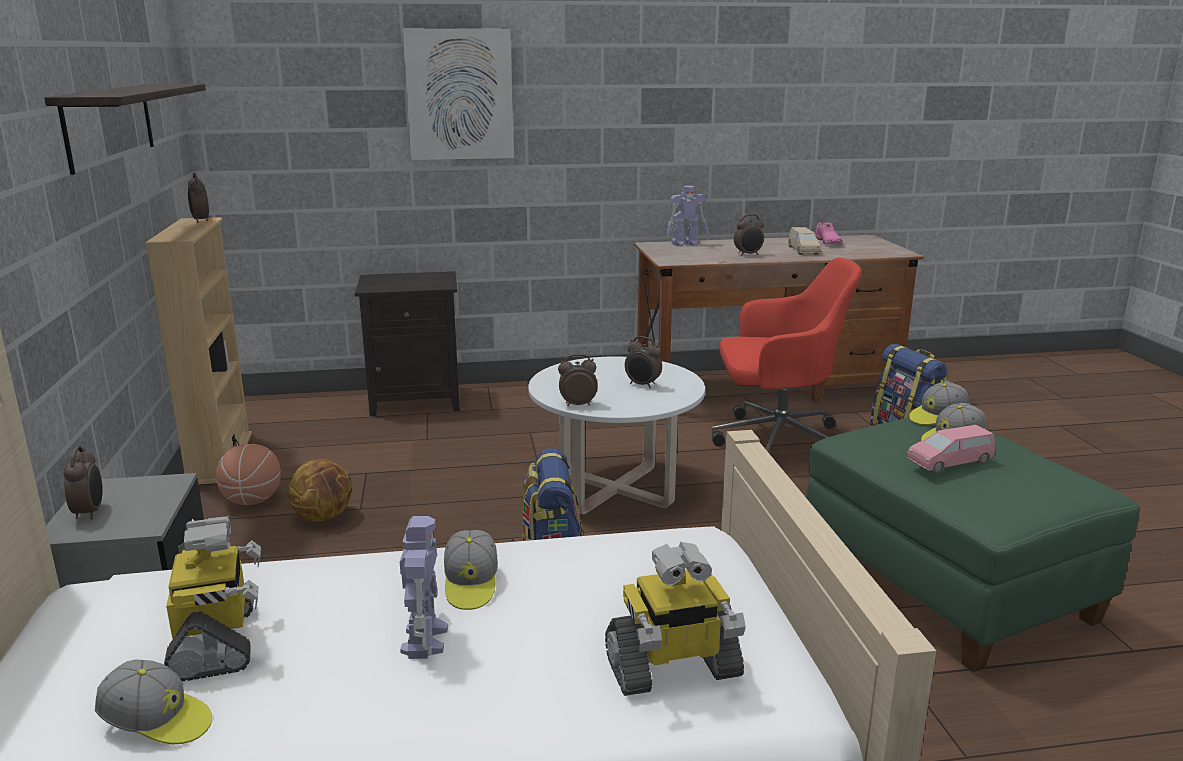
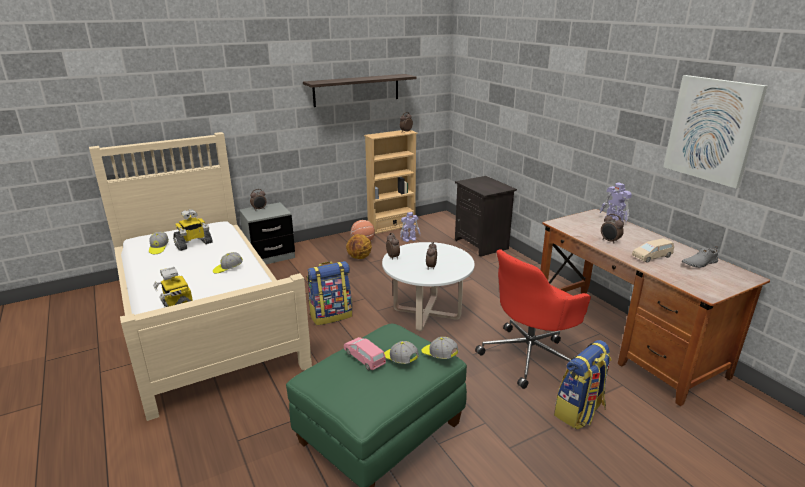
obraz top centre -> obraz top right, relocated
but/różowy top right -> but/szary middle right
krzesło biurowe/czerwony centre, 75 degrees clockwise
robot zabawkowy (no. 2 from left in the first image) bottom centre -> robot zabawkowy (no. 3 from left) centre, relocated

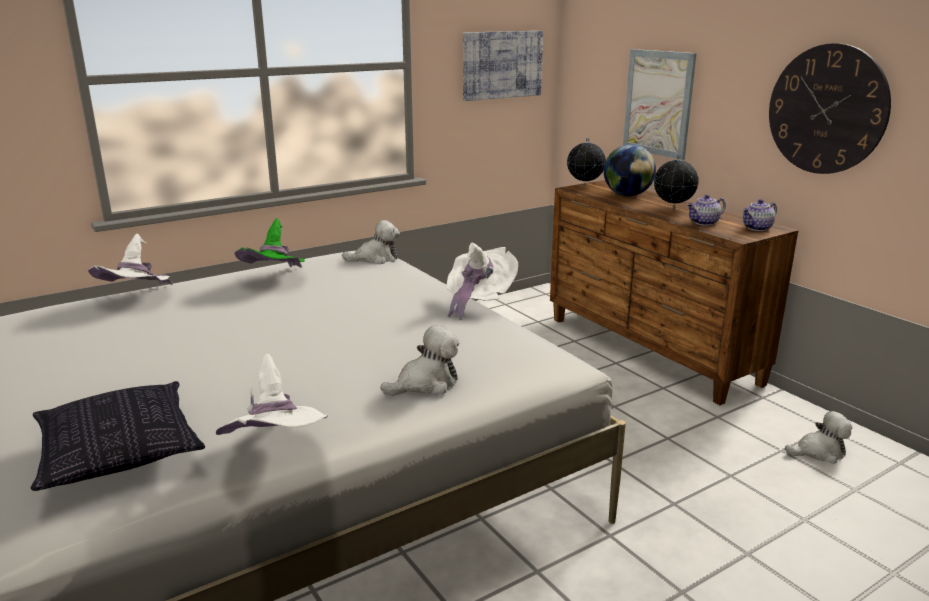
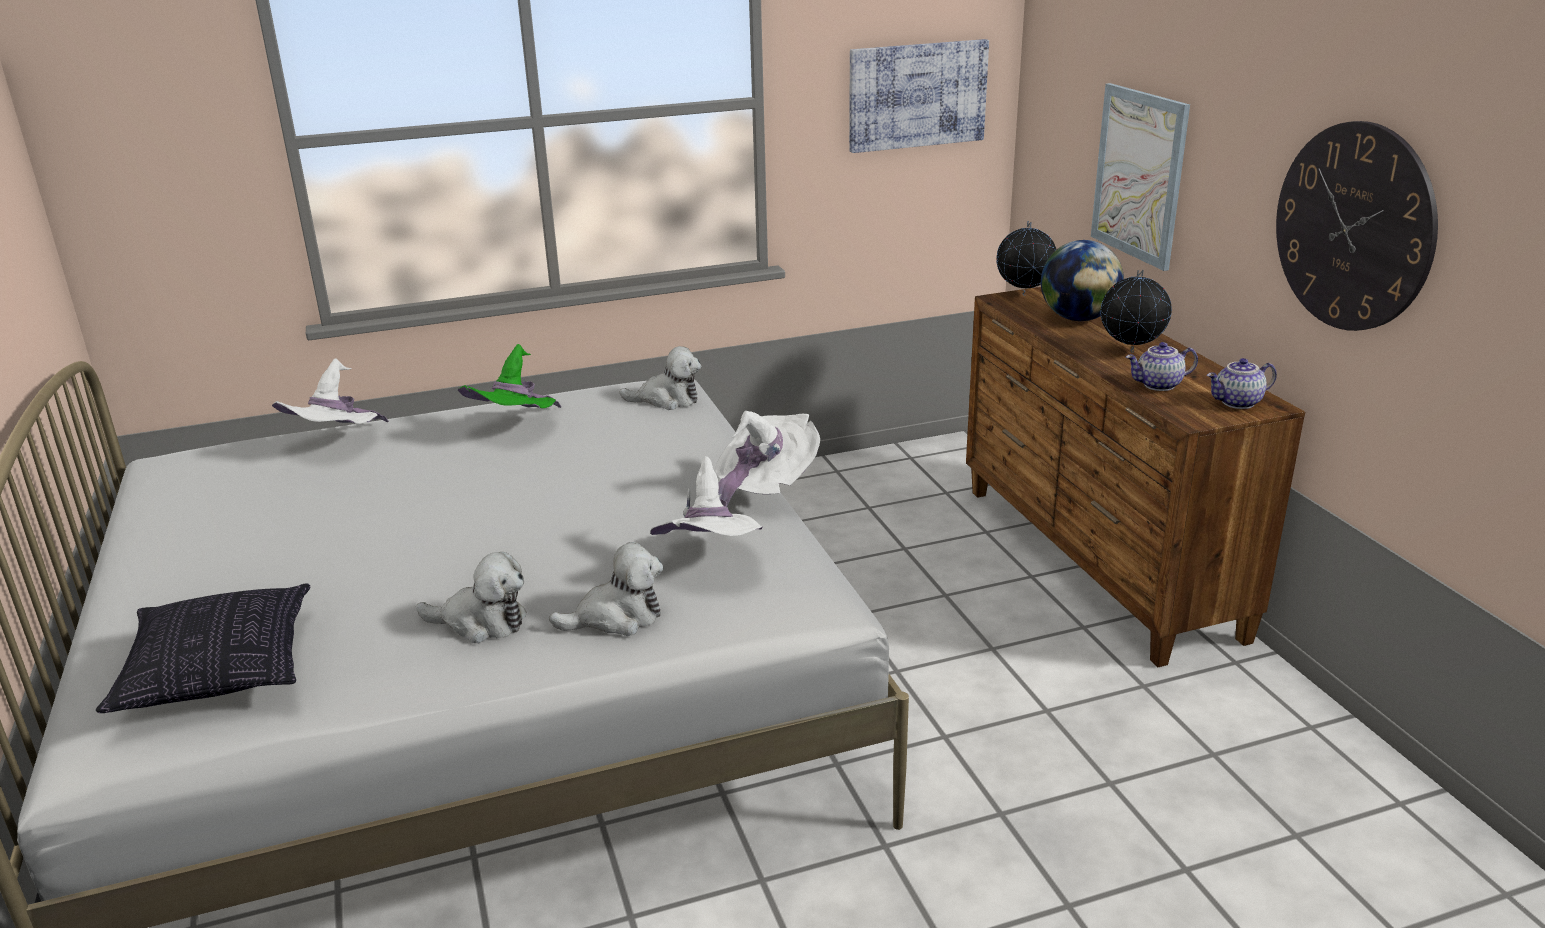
kapelusz/biały (no. 2 from left) middle left -> kapelusz/biały (no. 2 from left) centre, relocated
pluszak (no. 3 from left in the first image) bottom right -> pluszak (no. 1 from left) middle left, relocated

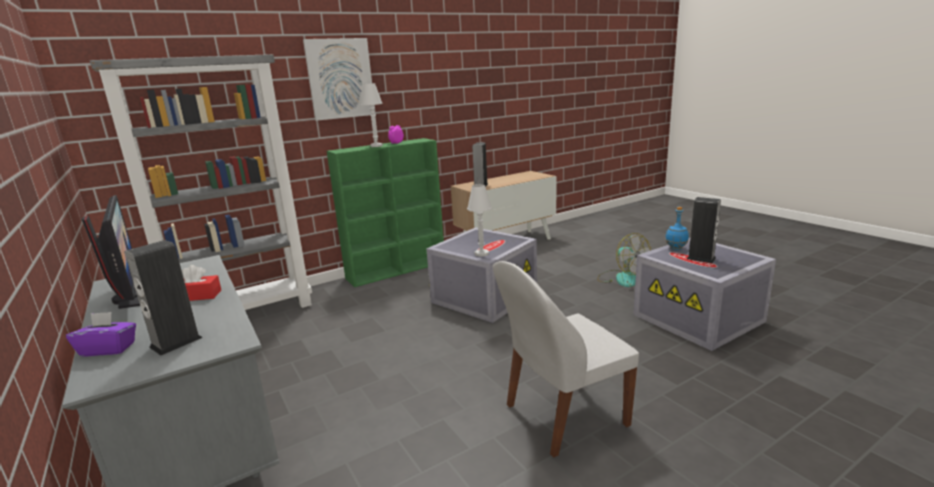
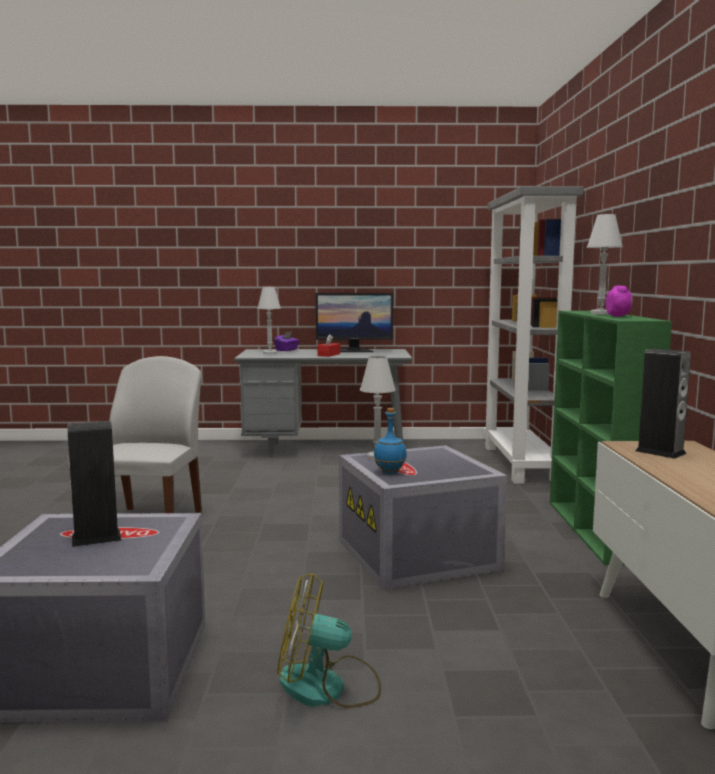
obraz top centre -> none
butelka/niebieski middle right -> butelka/niebieski centre, relocated
głośnik (no. 1 from left) middle left -> lampa stołowa/biały (no. 1 from left) centre

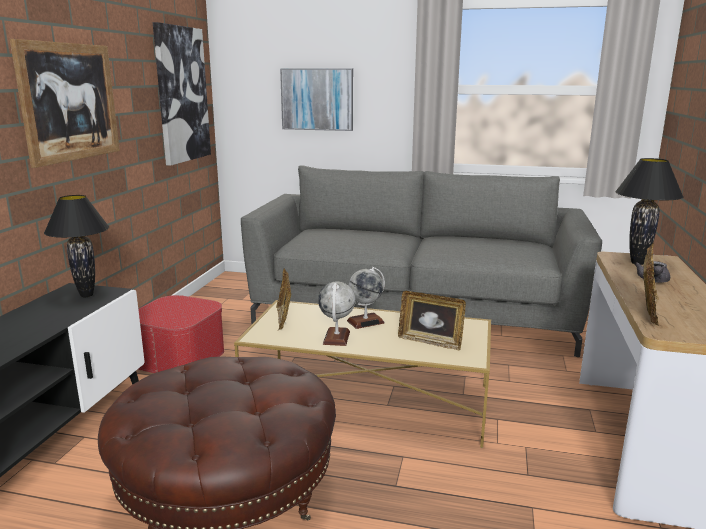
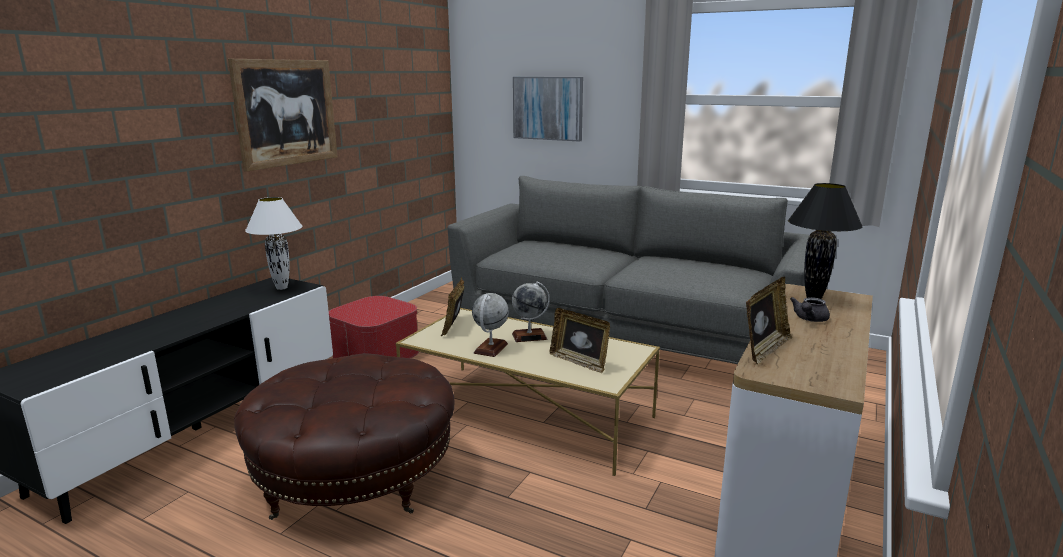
obraz (no. 2 from left) top left -> none
lampa stołowa/czarny (no. 1 from left) middle left -> lampa stołowa/biały middle left

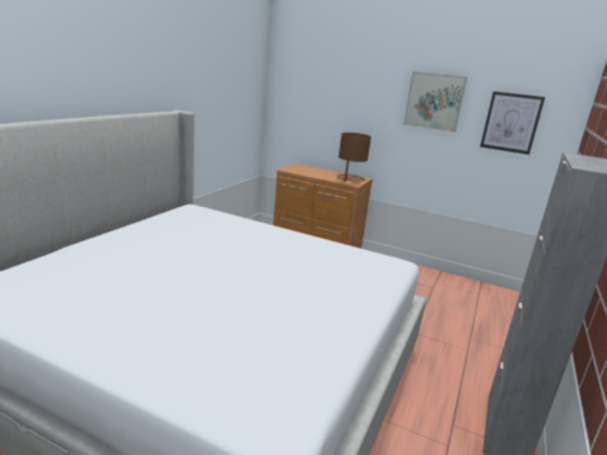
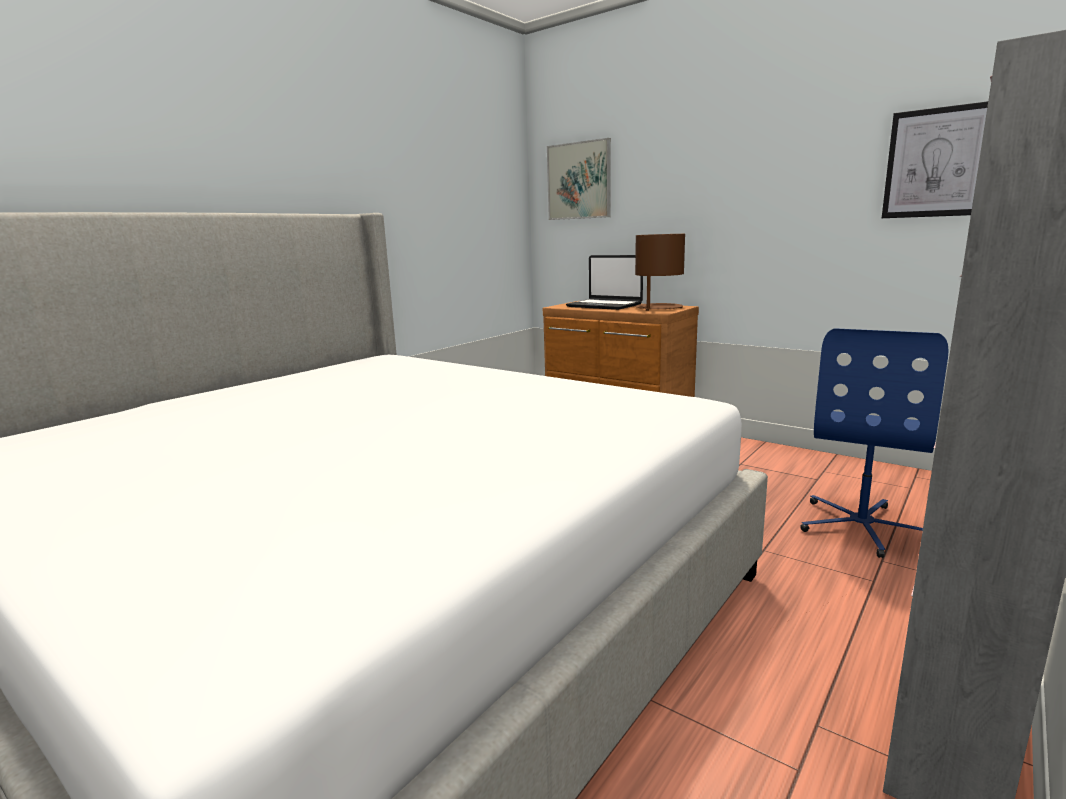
obraz (no. 1 from left) top right -> obraz (no. 1 from left) top centre, relocated
none -> laptop centre
none -> krzesło biurowe/niebieski middle right

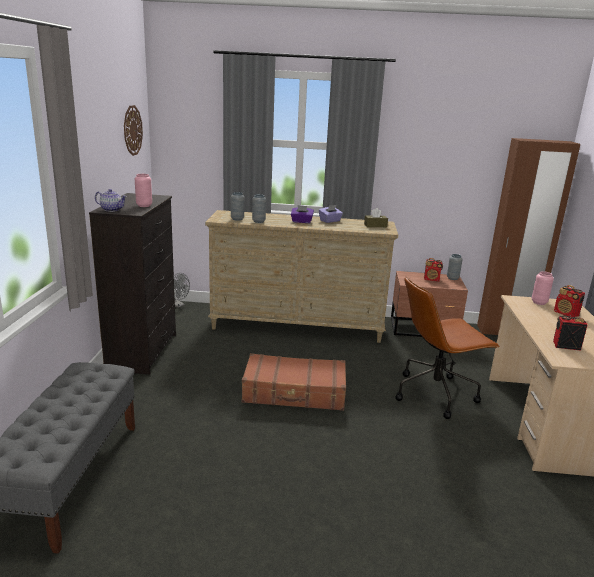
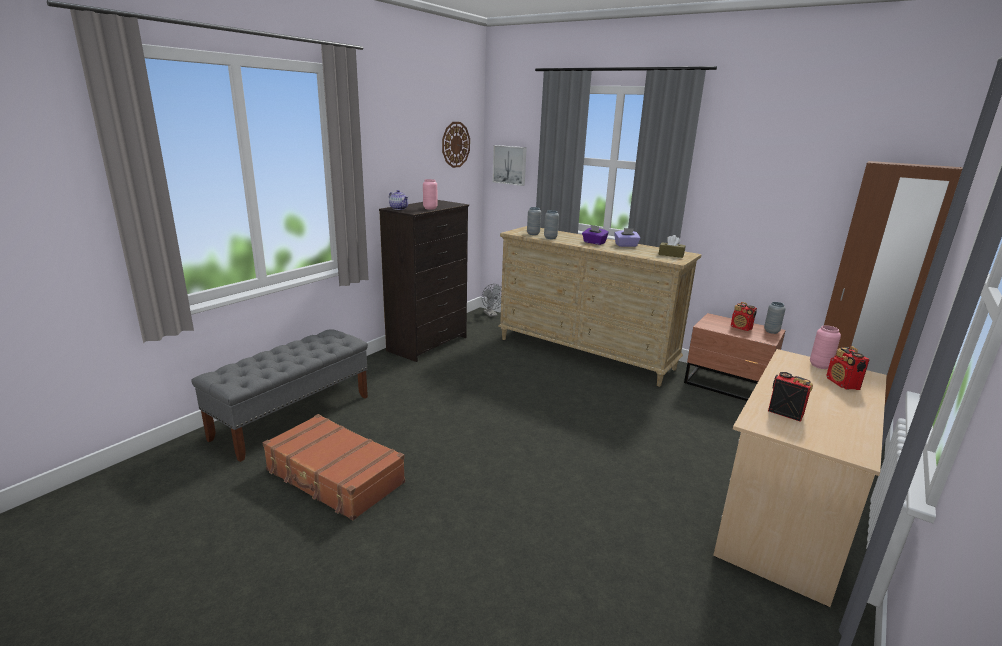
krzesło biurowe/brązowy middle right -> none
walizka/brązowy centre -> walizka/brązowy bottom centre, relocated
none -> obraz top centre

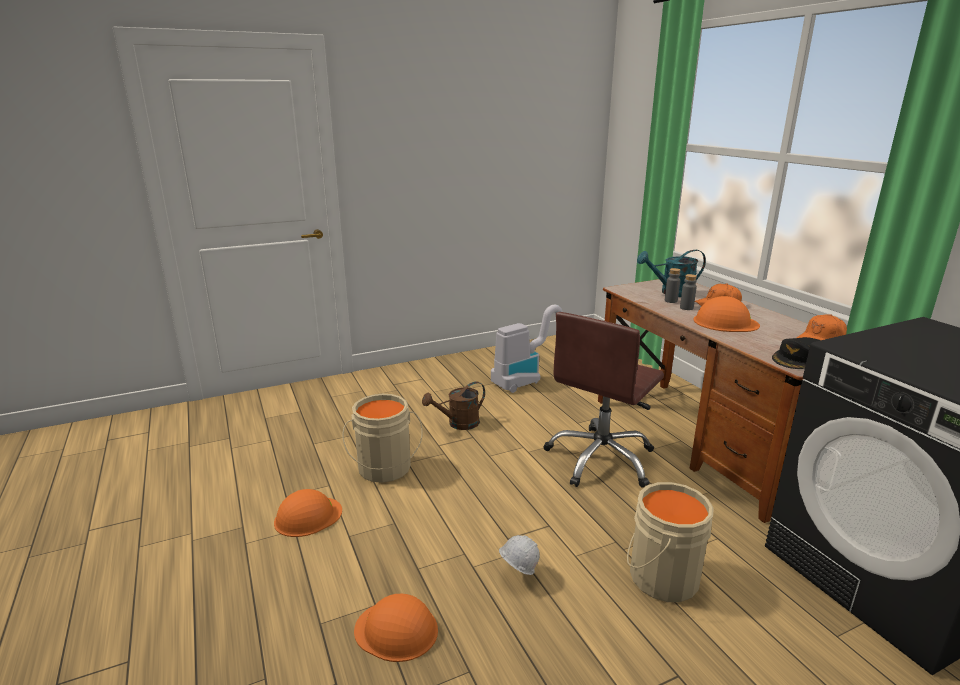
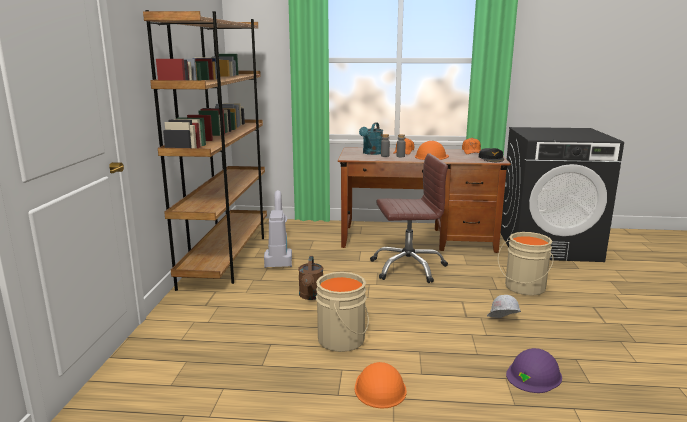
krzesło biurowe/brązowy centre, 75 degrees counterclockwise
kask/pomarańczowy (no. 2 from left) bottom centre -> kask/fioletowy bottom right
none -> regał/brązowy middle left

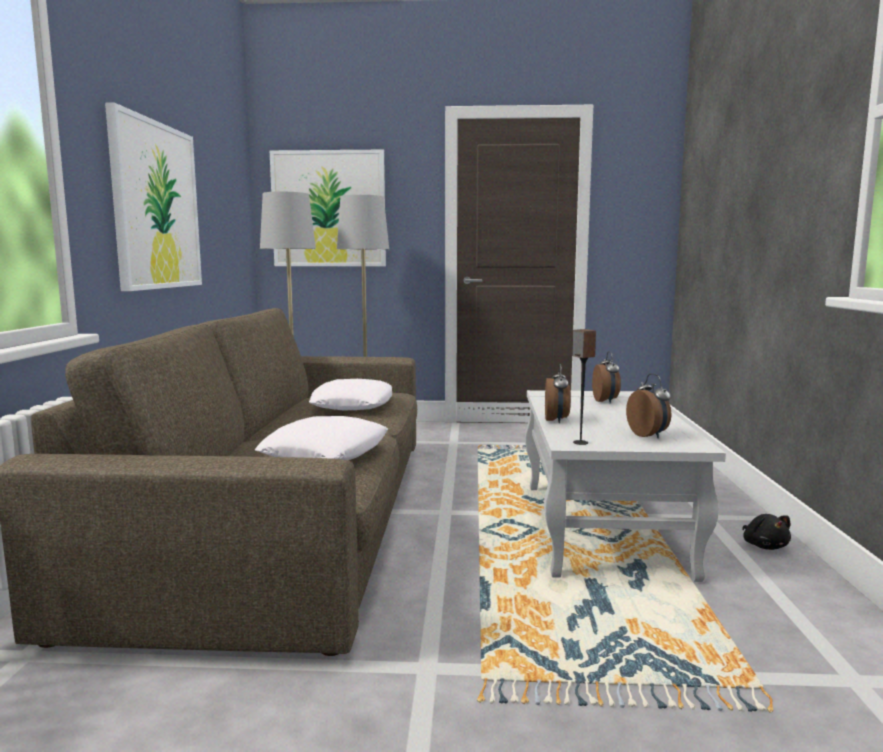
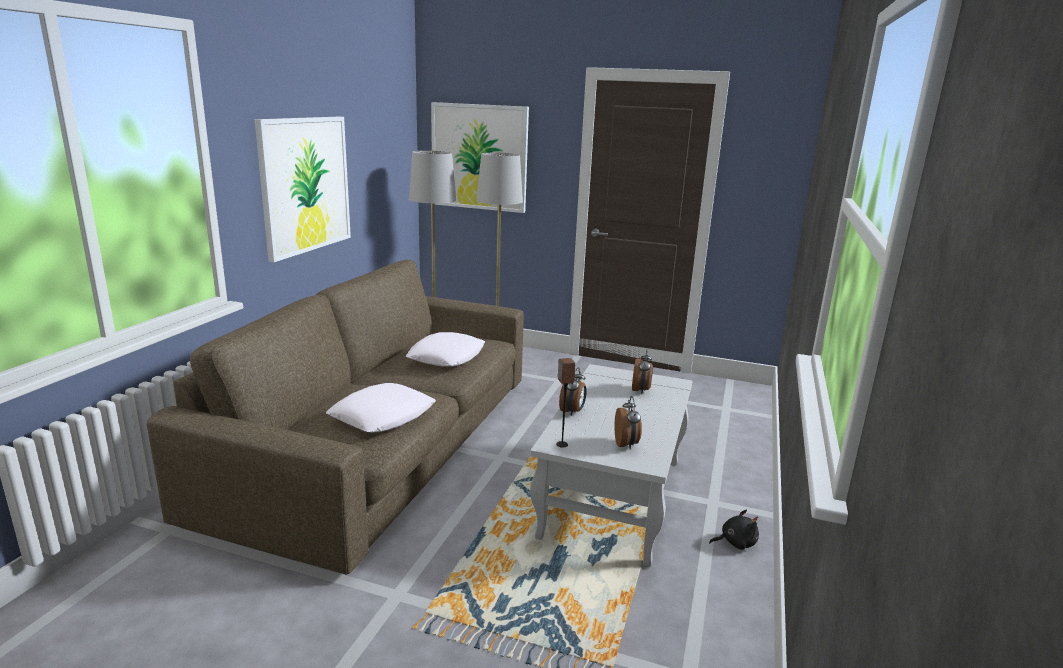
pluszak/czarny bottom right, 105 degrees counterclockwise

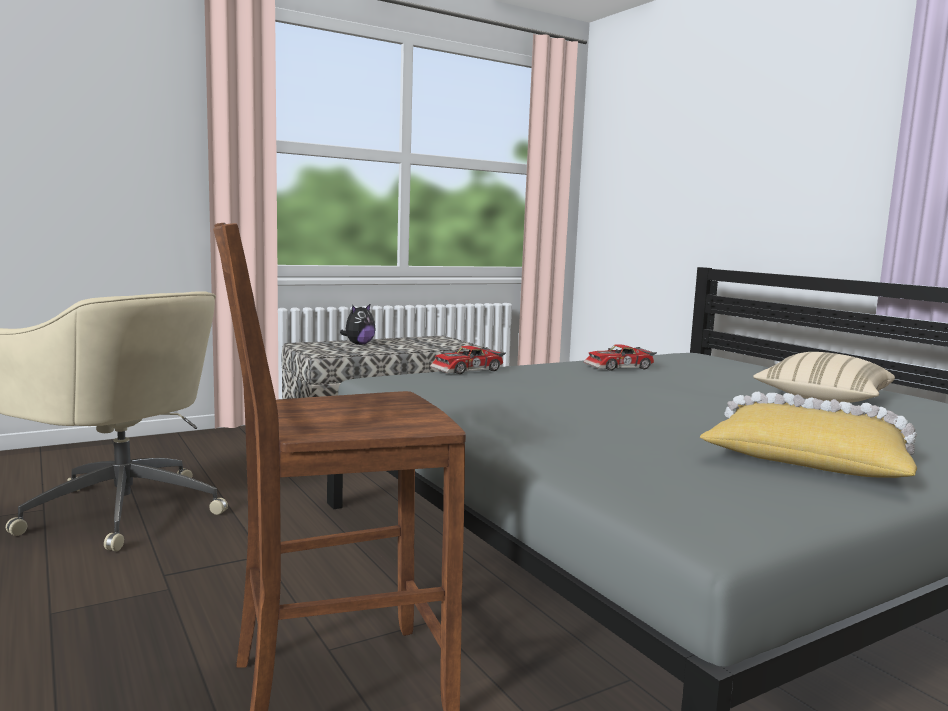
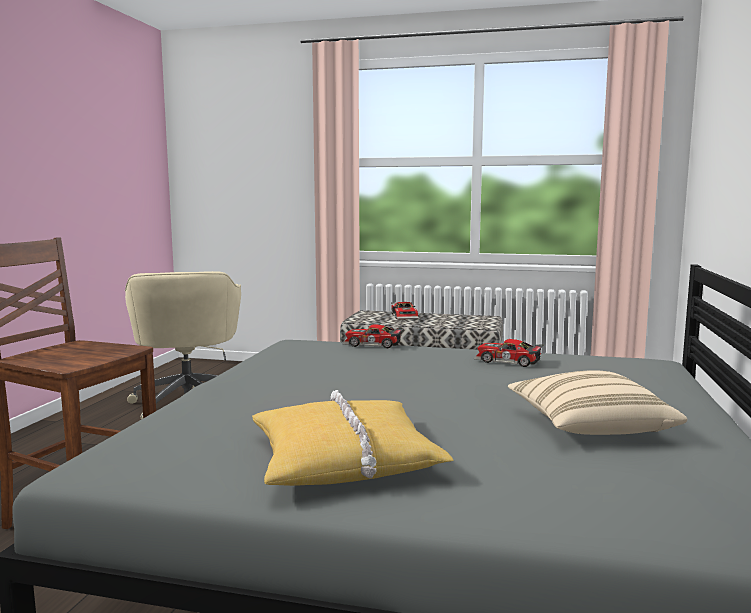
pluszak centre -> samochodzik (no. 2 from left) centre

